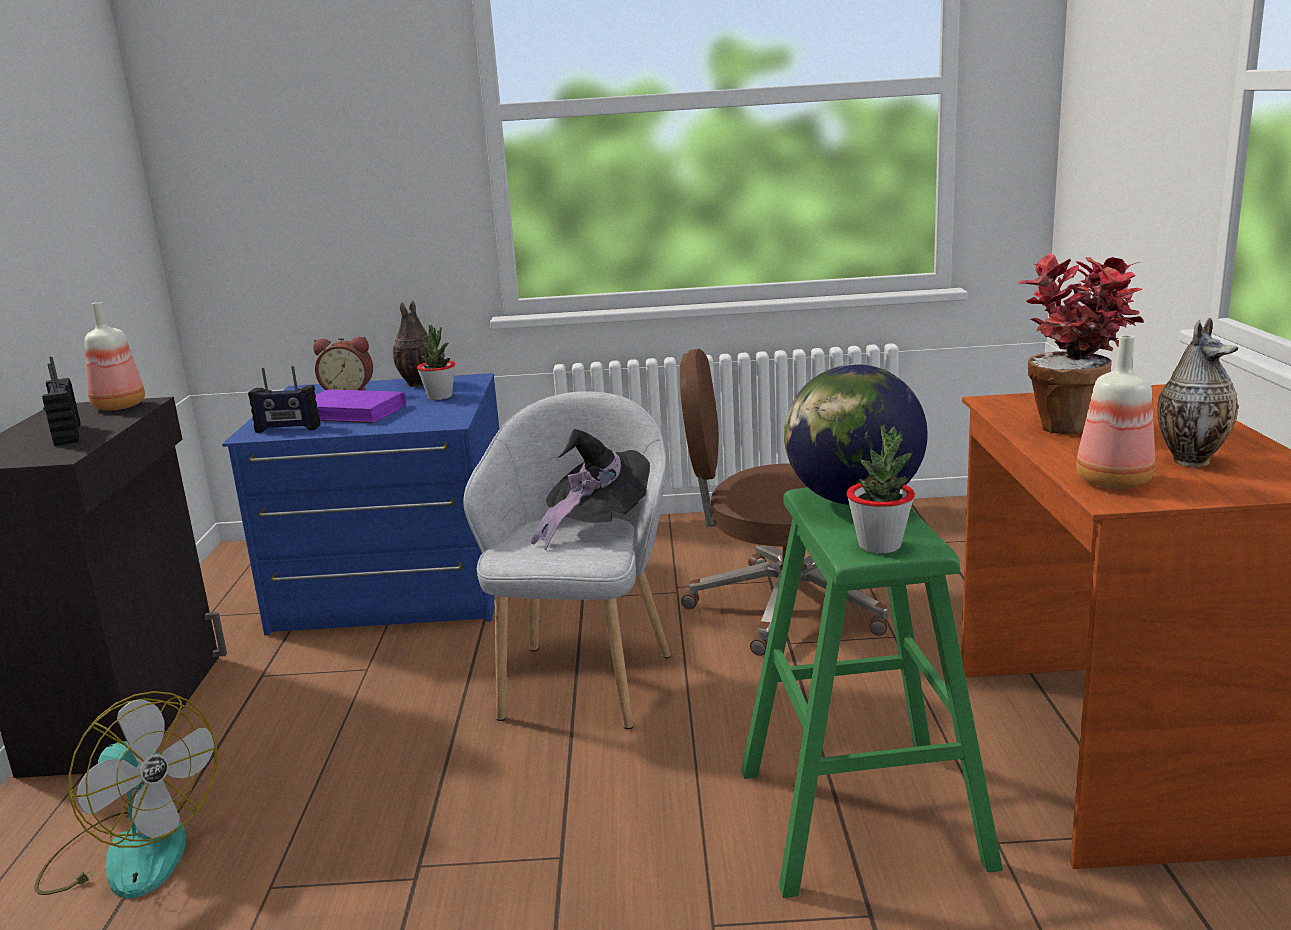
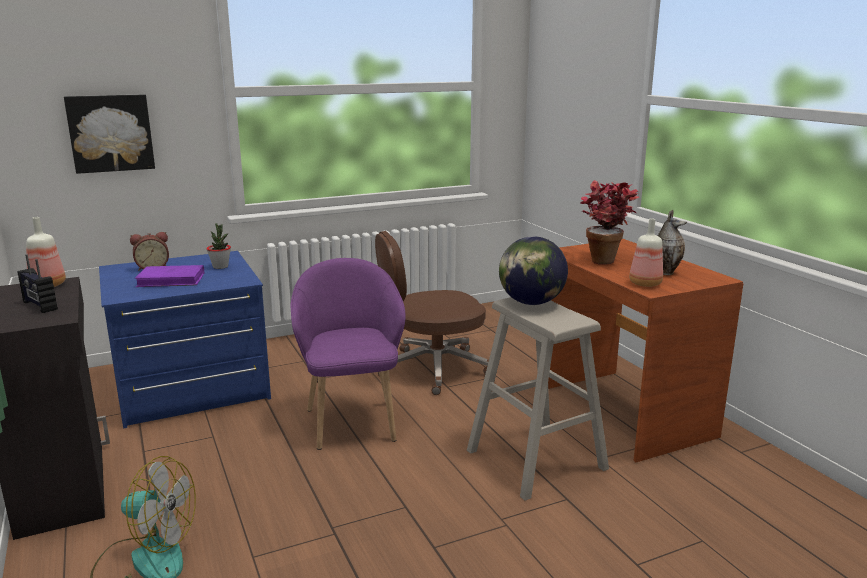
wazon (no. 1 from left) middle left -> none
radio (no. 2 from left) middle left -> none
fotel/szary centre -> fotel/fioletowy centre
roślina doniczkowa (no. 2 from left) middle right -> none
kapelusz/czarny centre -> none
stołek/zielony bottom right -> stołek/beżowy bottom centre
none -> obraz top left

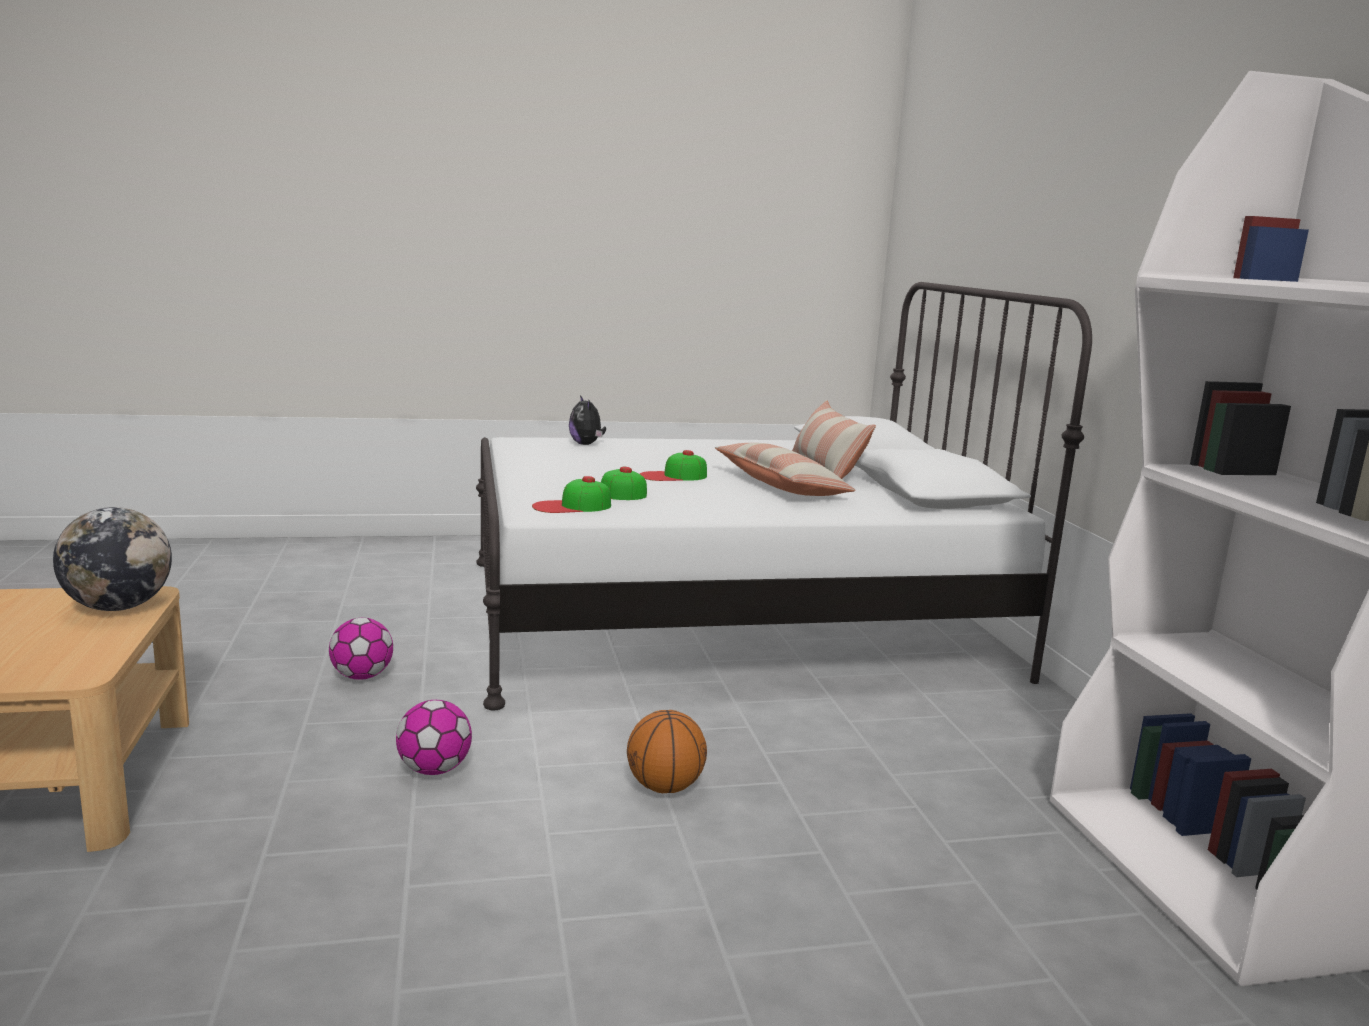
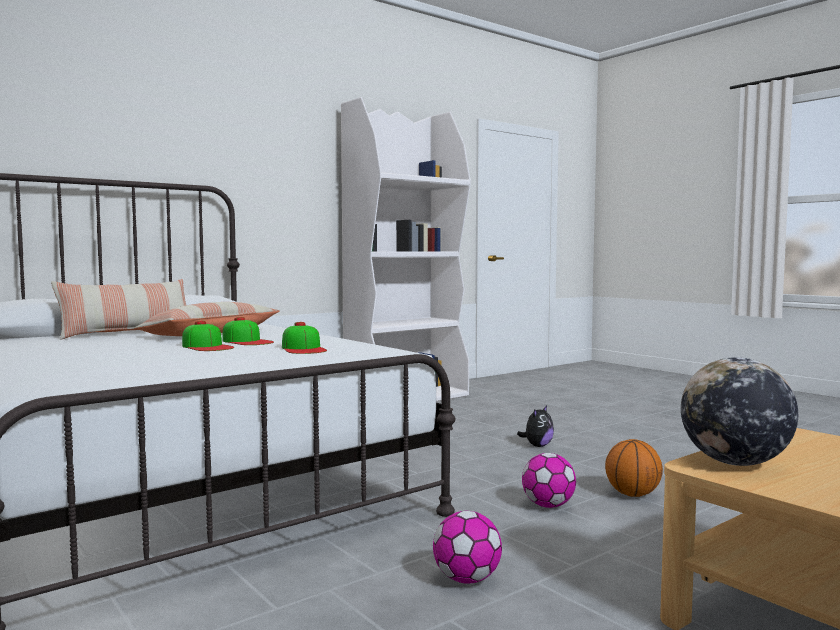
pluszak centre -> pluszak bottom centre, relocated
czapka z daszkiem (no. 1 from left in the first image) centre -> czapka z daszkiem (no. 2 from left) middle left, relocated
piłka do koszykówki bottom centre -> piłka do koszykówki bottom right, relocated

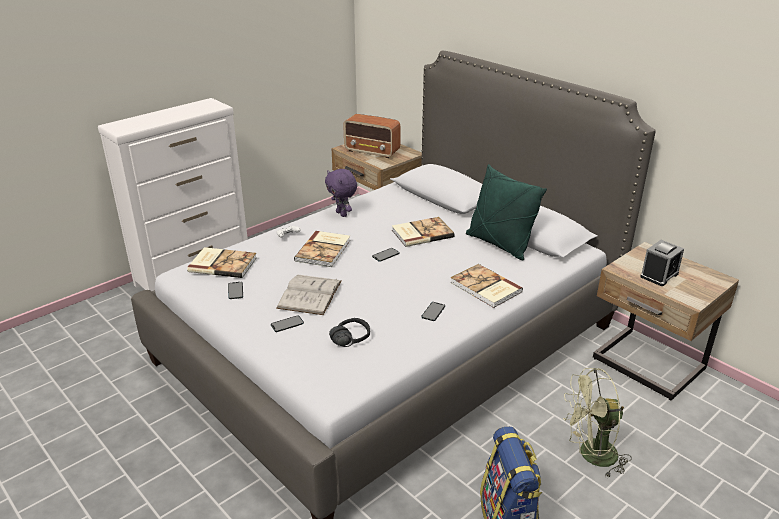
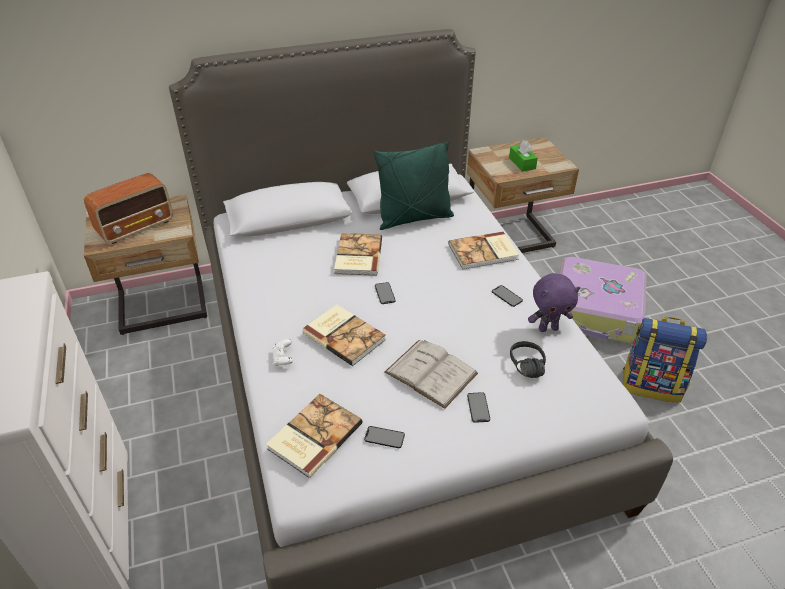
pluszak/fioletowy centre -> pluszak/fioletowy middle right, relocated
budzik middle right -> pudełko chusteczek/zielony top centre
wentylator/zielony bottom right -> walizka middle right

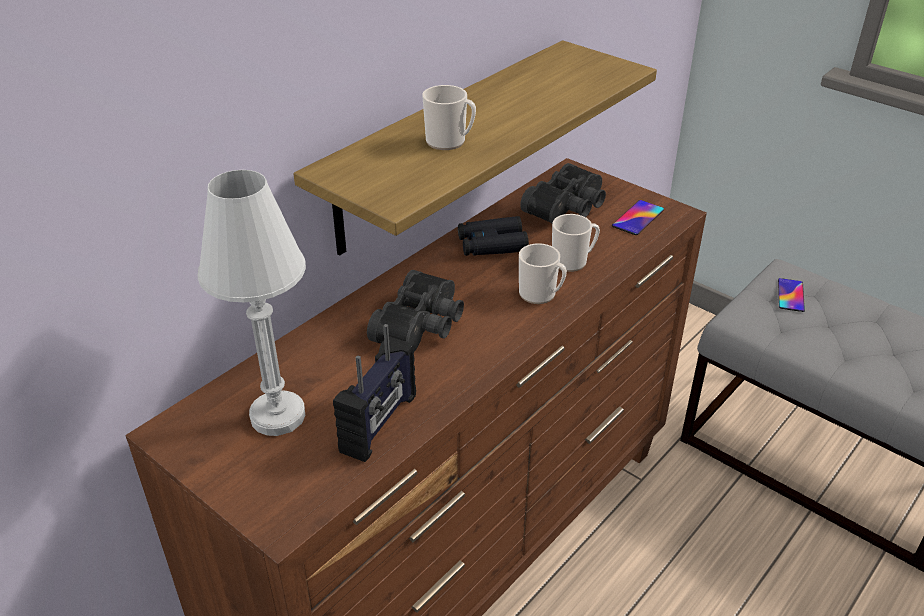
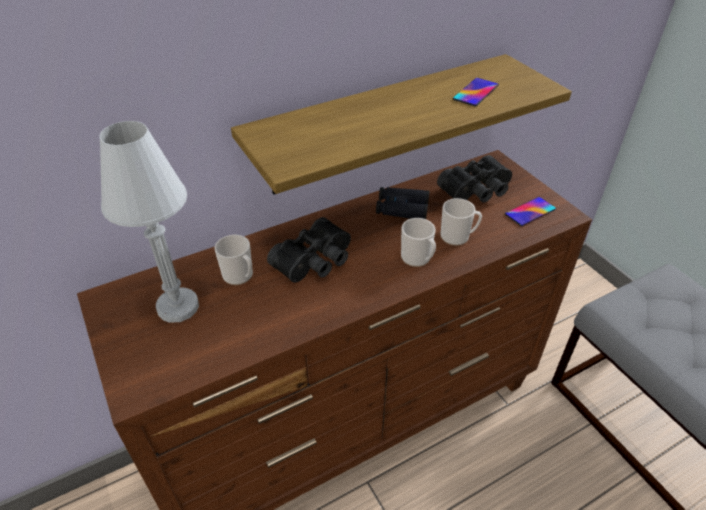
kubek (no. 1 from left) top centre -> kubek (no. 1 from left) middle left, relocated
telefon (no. 2 from left in the first image) middle right -> telefon (no. 1 from left) top right, relocated
radio centre -> none

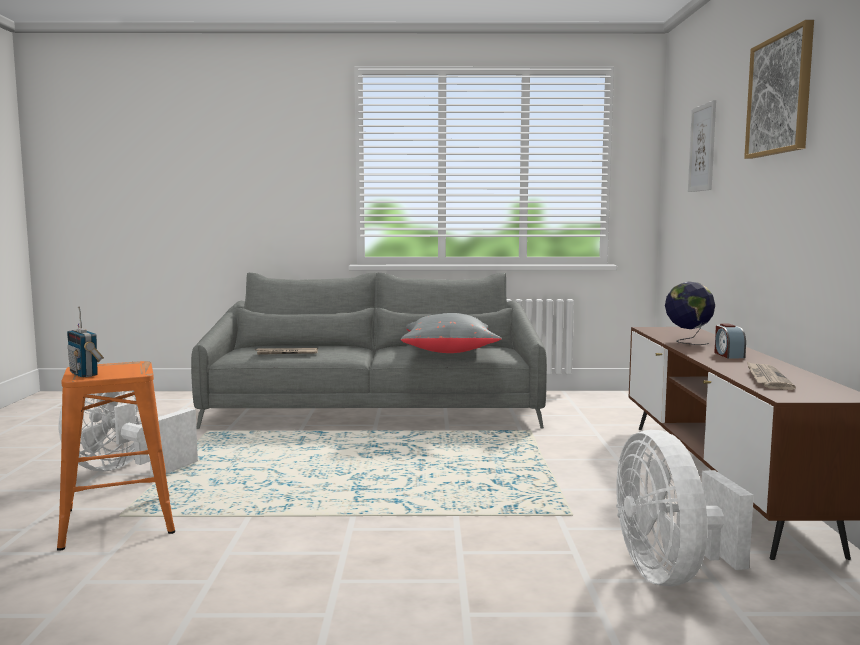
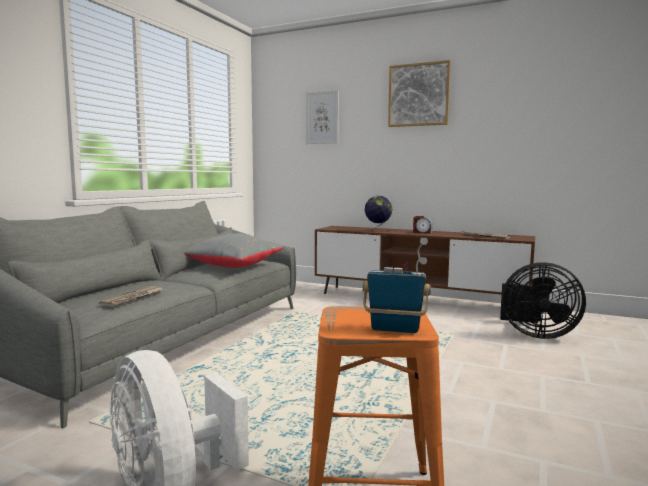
radio middle left -> radio centre, 150 degrees counterclockwise
wentylator/biały (no. 2 from left) bottom right -> wentylator/czarny middle right

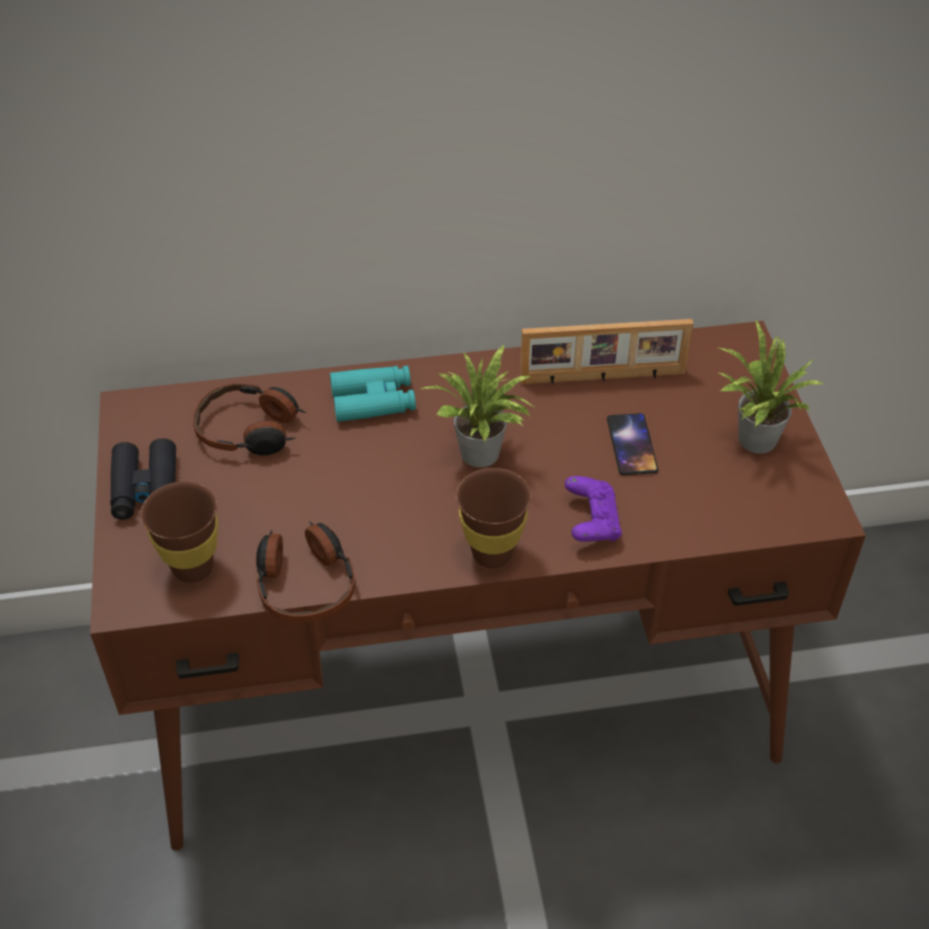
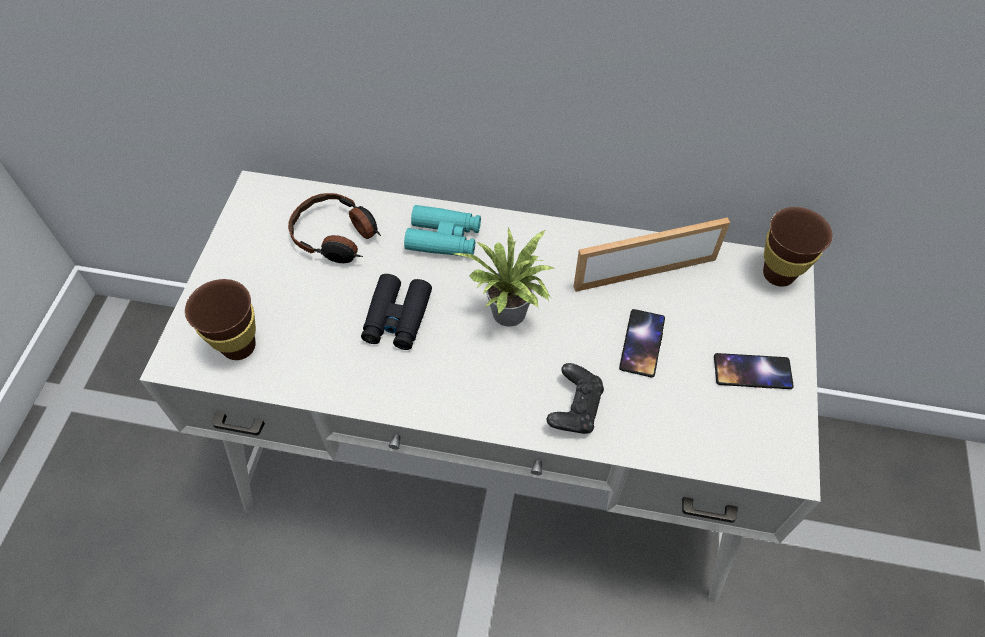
ramka na zdjęcie centre, 150 degrees clockwise
roślina doniczkowa (no. 2 from left) middle right -> telefon (no. 2 from left) middle right
biurko/brązowy centre -> biurko/biały centre
lornetka/czarny middle left -> lornetka/czarny centre, relocated
filiżanka/brązowy (no. 2 from left) centre -> filiżanka/brązowy (no. 2 from left) middle right, relocated
pad do gier/fioletowy centre -> pad do gier/czarny centre
słuchawki (no. 2 from left) middle left -> none

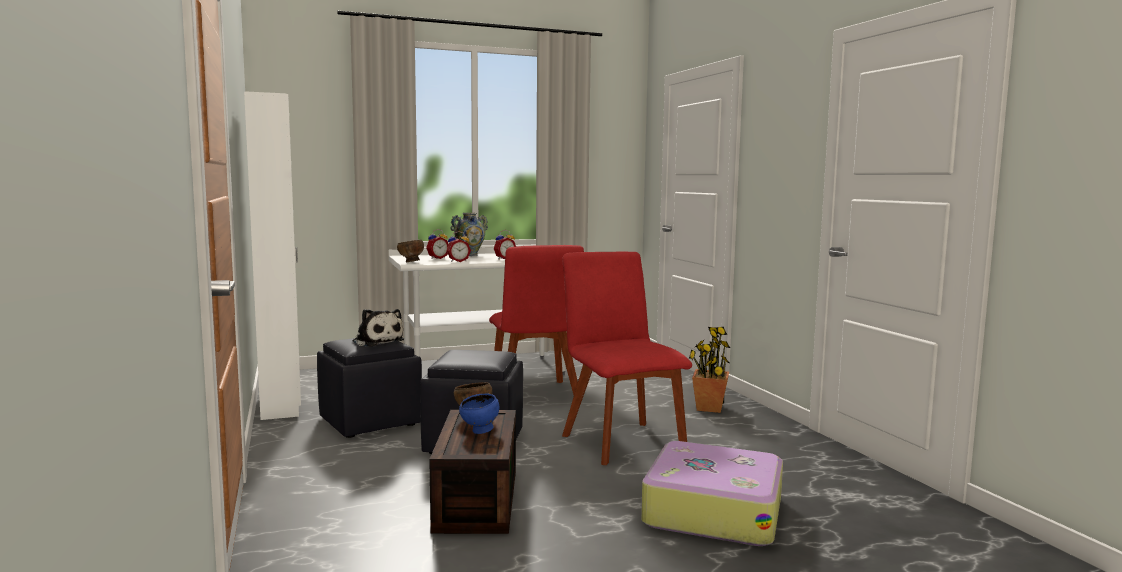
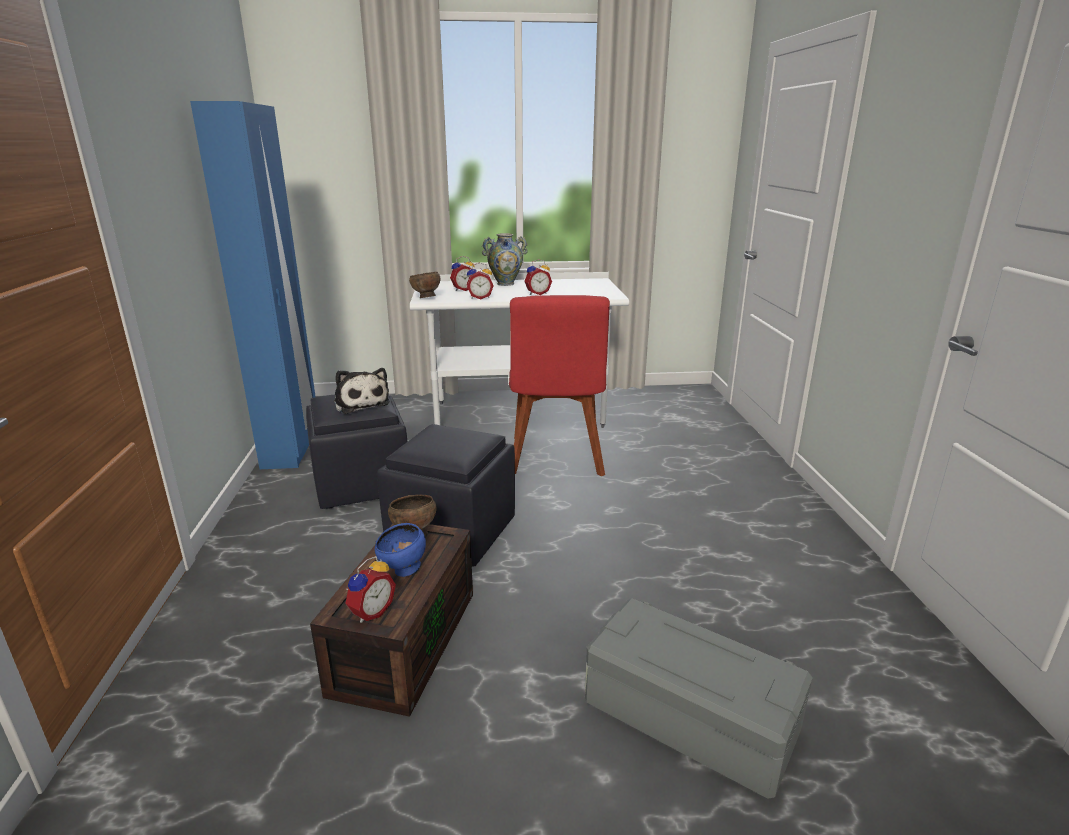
szafa/biały middle left -> szafa/niebieski middle left
krzesło/czerwony (no. 2 from left) centre -> none
roślina doniczkowa centre -> none
walizka bottom centre -> pojemnik do przechowywania/szary bottom centre
none -> budzik (no. 1 from left) bottom centre

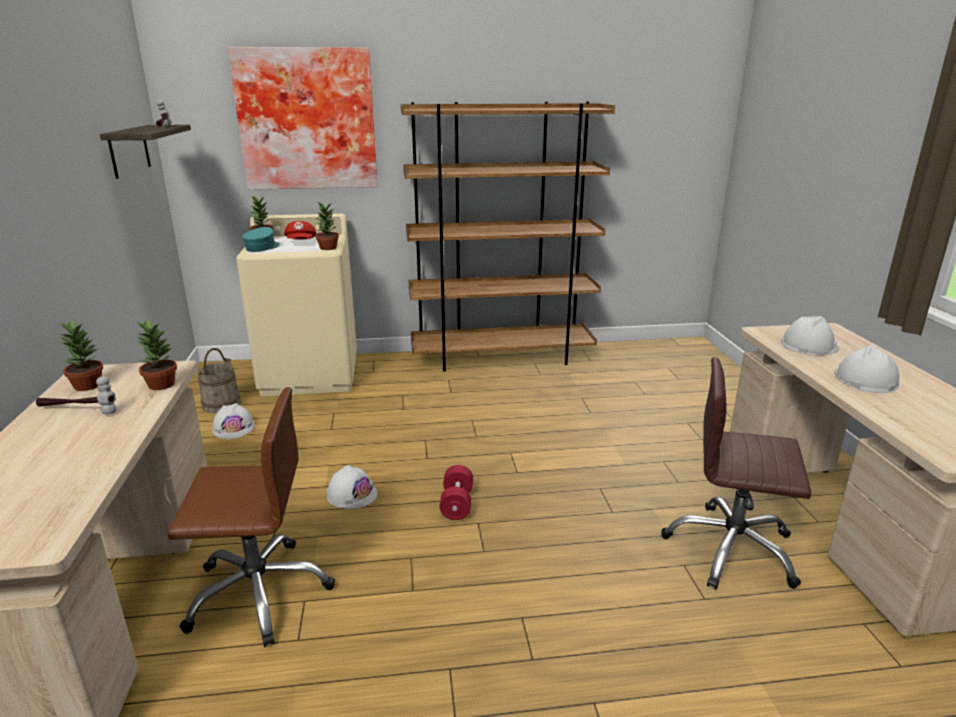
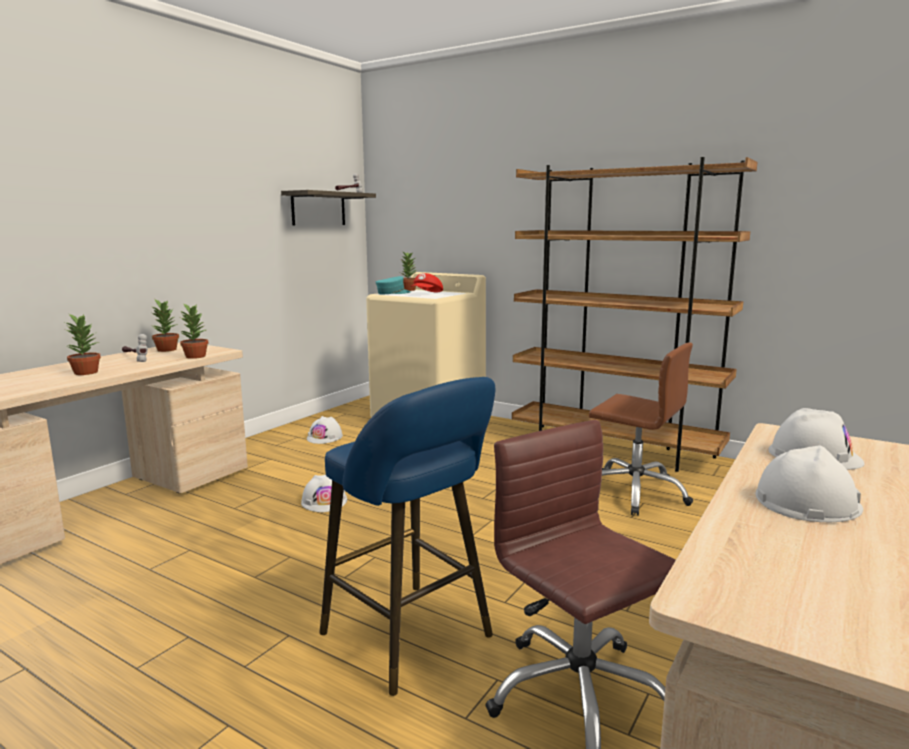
obraz top left -> none
roślina doniczkowa (no. 4 from left in the first image) top centre -> roślina doniczkowa (no. 1 from left) middle left, relocated
wiadro/beżowy middle left -> none
krzesło biurowe/brązowy (no. 1 from left in the first image) bottom left -> krzesło biurowe/brązowy (no. 2 from left) middle right, relocated
hantel/czerwony bottom centre -> none
none -> stołek/niebieski bottom centre

